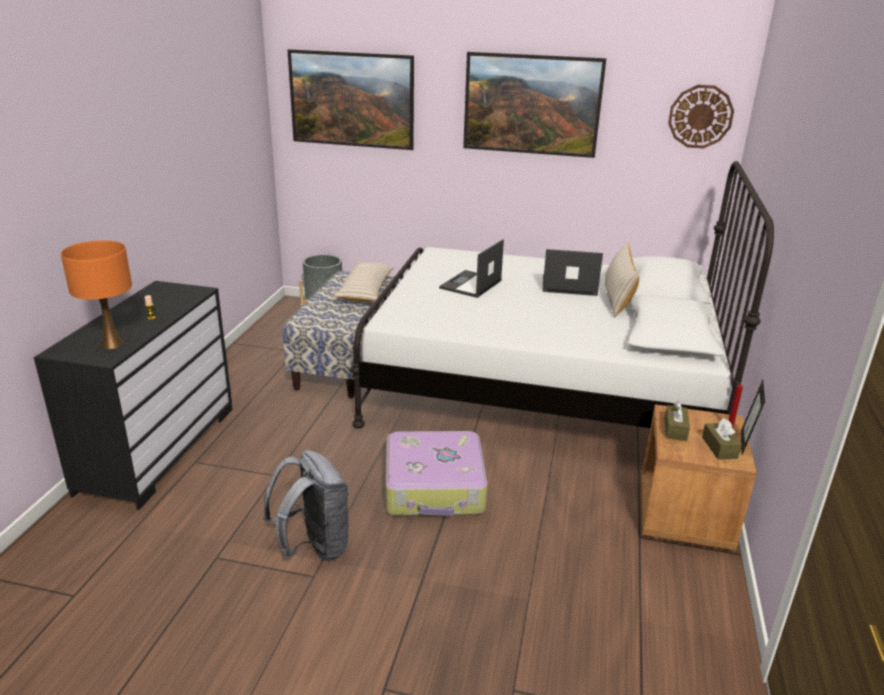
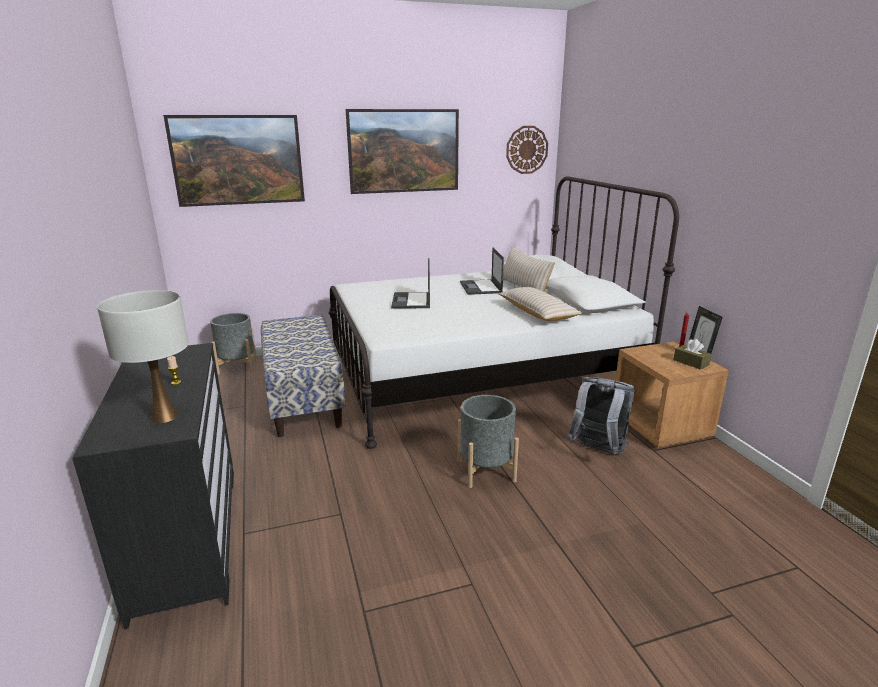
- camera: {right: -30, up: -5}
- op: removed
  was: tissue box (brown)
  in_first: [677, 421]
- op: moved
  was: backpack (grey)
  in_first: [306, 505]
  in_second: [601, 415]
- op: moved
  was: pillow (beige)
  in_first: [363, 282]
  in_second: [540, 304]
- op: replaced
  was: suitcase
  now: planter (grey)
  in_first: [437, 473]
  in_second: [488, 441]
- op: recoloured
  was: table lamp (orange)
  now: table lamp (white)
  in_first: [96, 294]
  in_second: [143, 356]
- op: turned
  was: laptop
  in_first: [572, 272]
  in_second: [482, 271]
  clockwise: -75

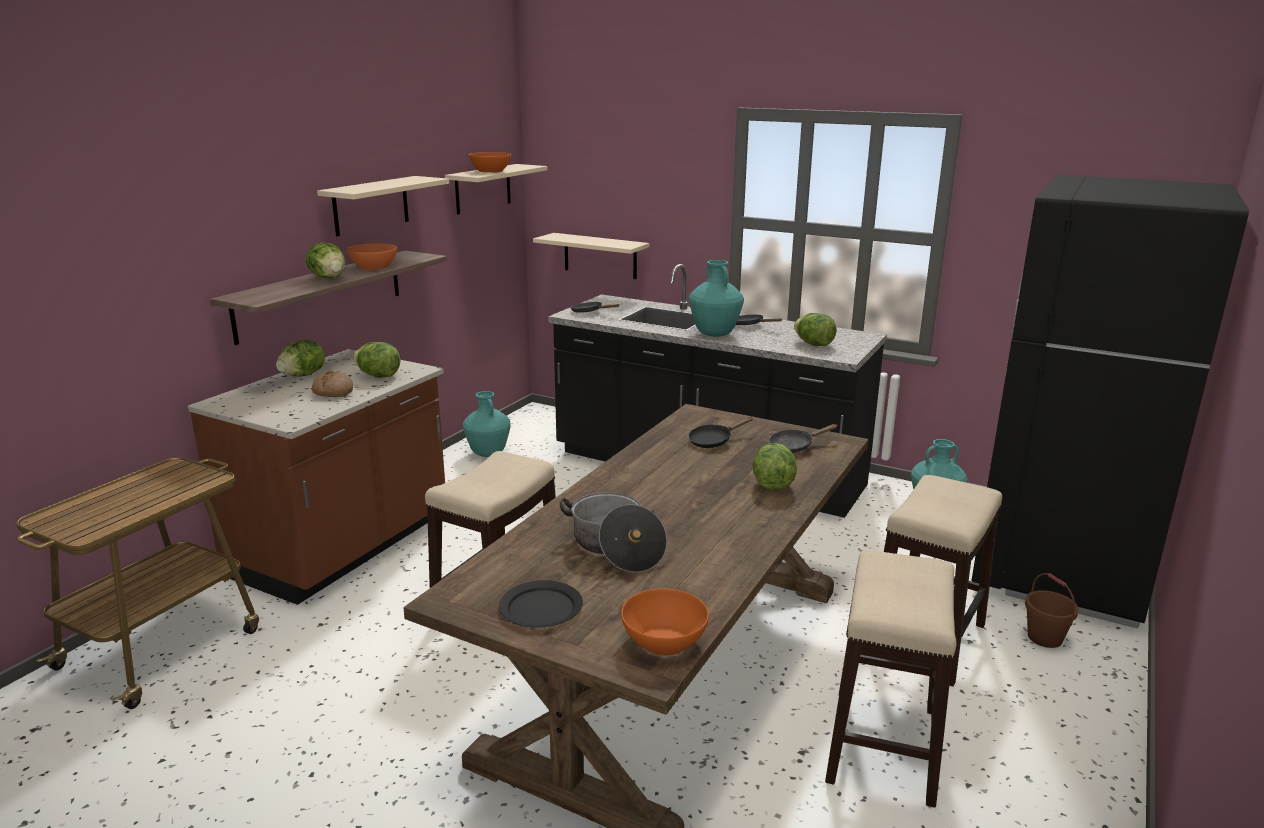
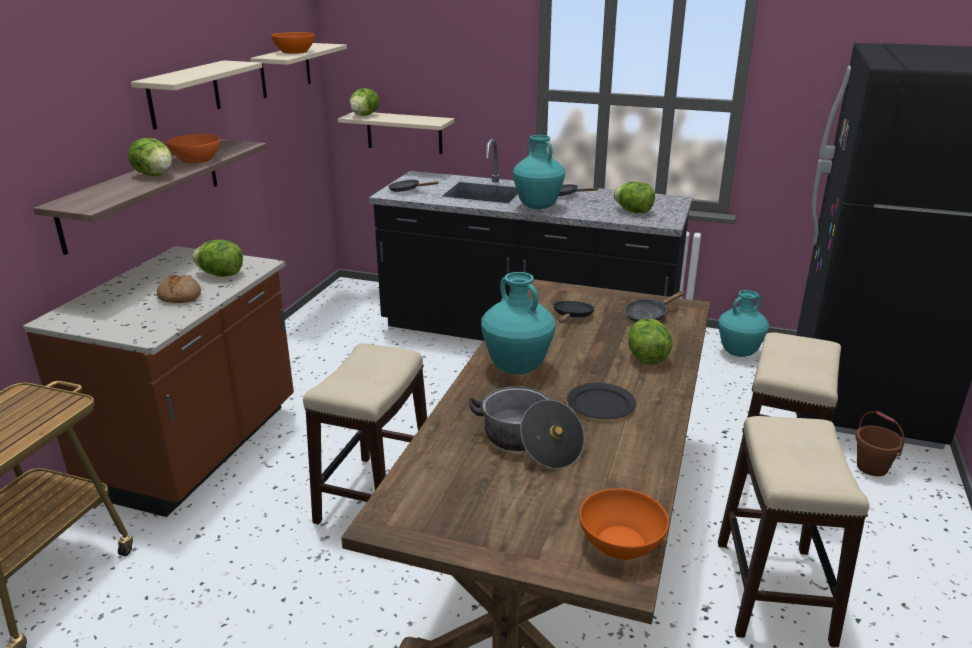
- camera: {right: -10, up: 5}
- op: moved
  was: lettuce
  in_first: [300, 358]
  in_second: [364, 102]
- op: moved
  was: vase (turquoise)
  in_first: [487, 424]
  in_second: [518, 323]
- op: moved
  was: plate (black)
  in_first: [541, 604]
  in_second: [601, 401]
- op: turned
  was: frying pan (black)
  in_first: [720, 432]
  in_second: [573, 312]
  clockwise: 150

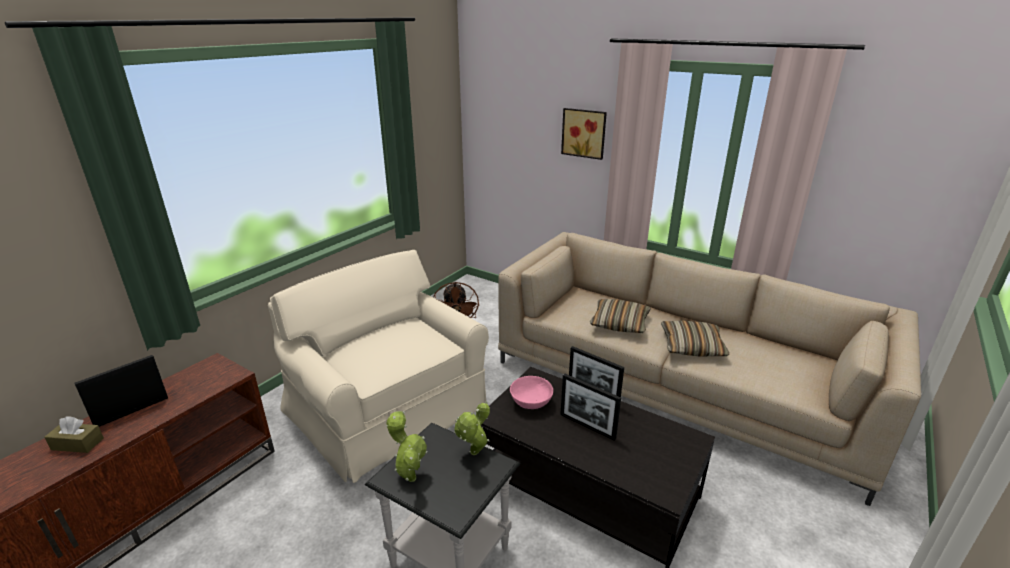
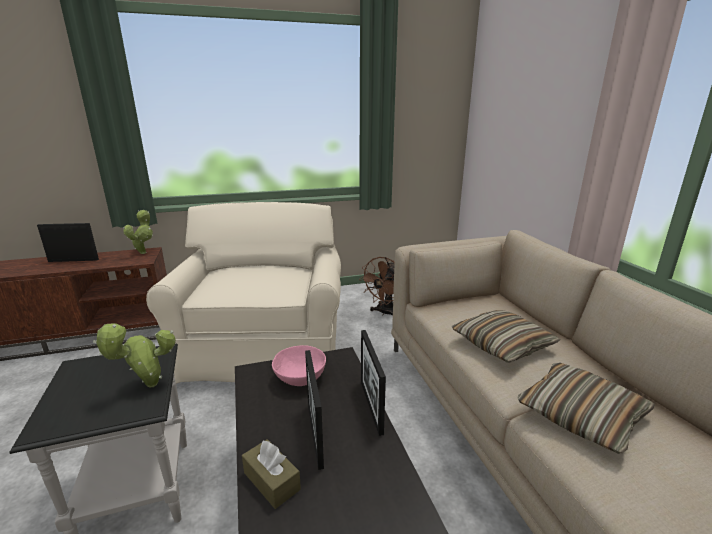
- camera: {right: 40, up: -5}
- op: removed
  was: picture
  in_first: [584, 134]
- op: moved
  was: tissue box (brown)
  in_first: [74, 434]
  in_second: [271, 474]
- op: moved
  was: potted plant
  in_first: [406, 446]
  in_second: [138, 232]

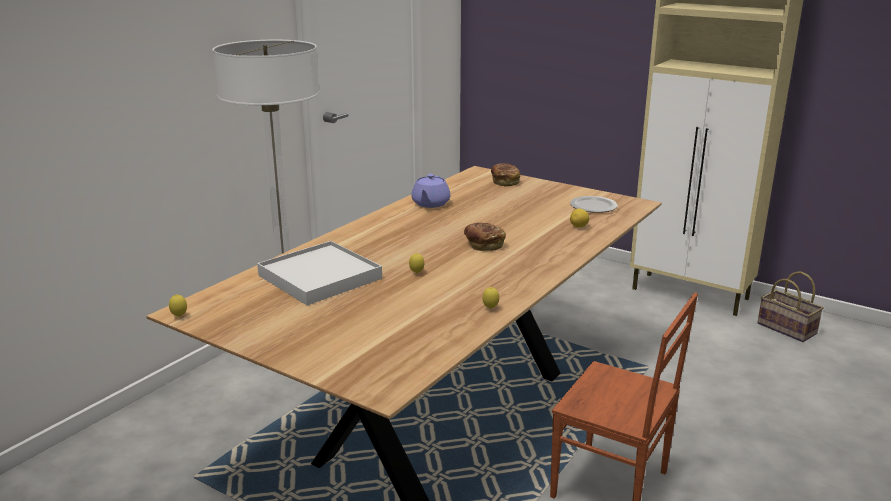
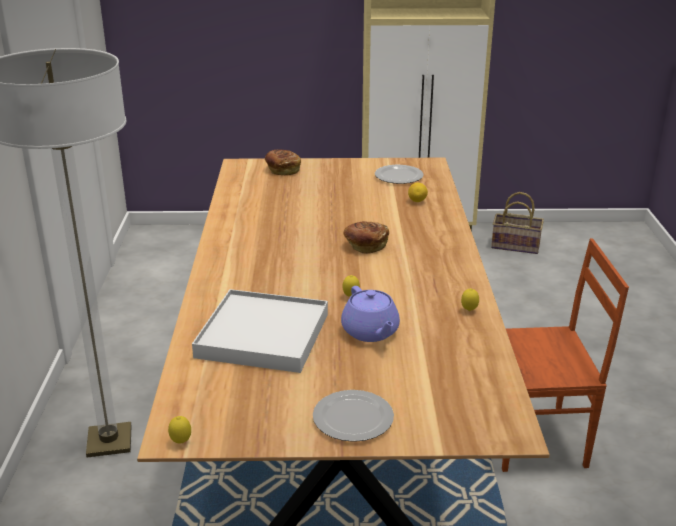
- camera: {right: -35, up: 5}
- op: added
  now: plate
  in_second: [353, 416]
- op: moved
  was: teapot (purple)
  in_first: [430, 191]
  in_second: [370, 314]

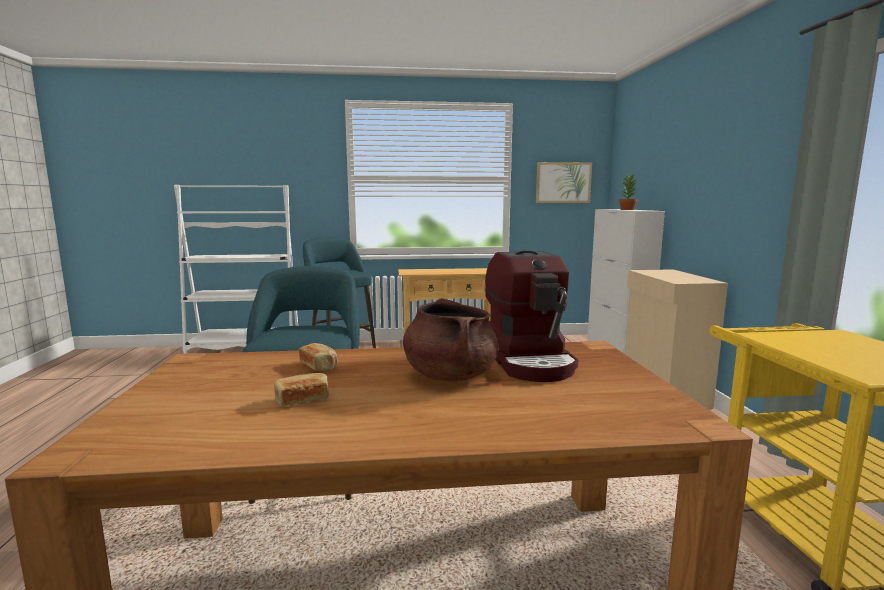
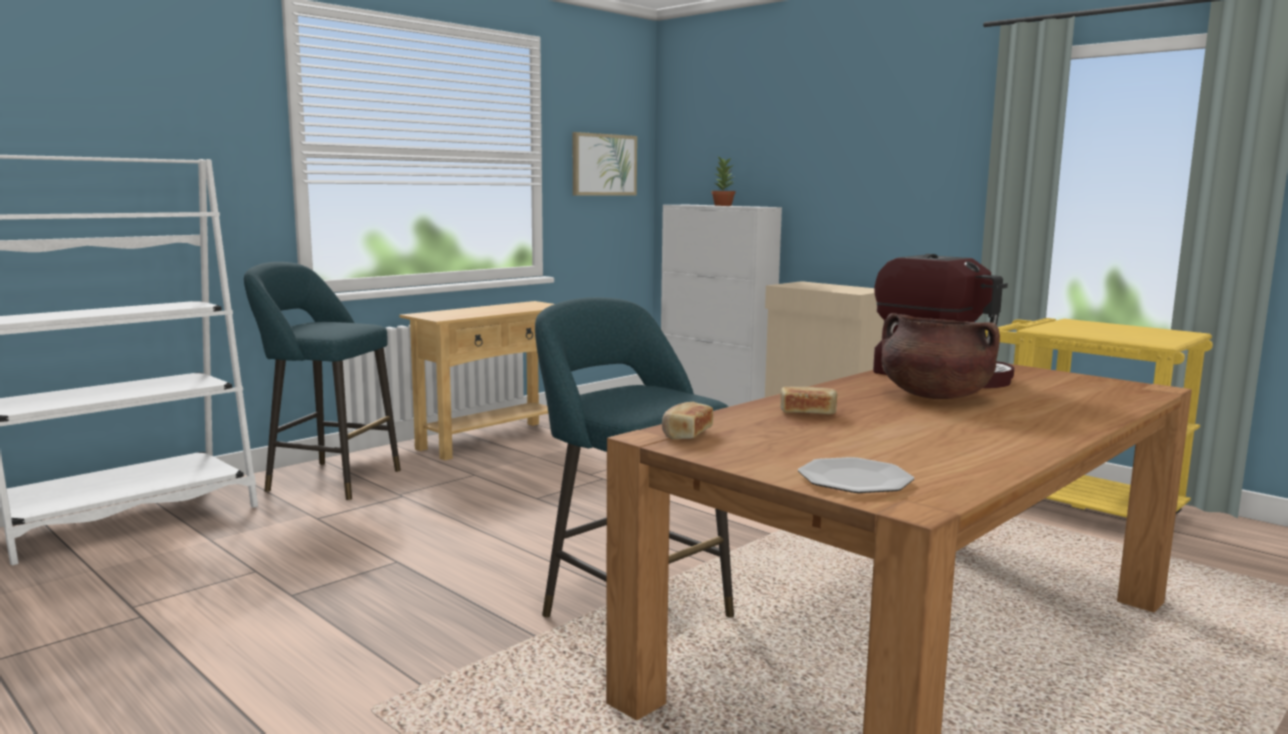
- camera: {right: -40, up: 0}
- op: added
  now: plate
  in_second: [856, 475]
- op: moved
  was: bread
  in_first: [301, 389]
  in_second: [687, 420]

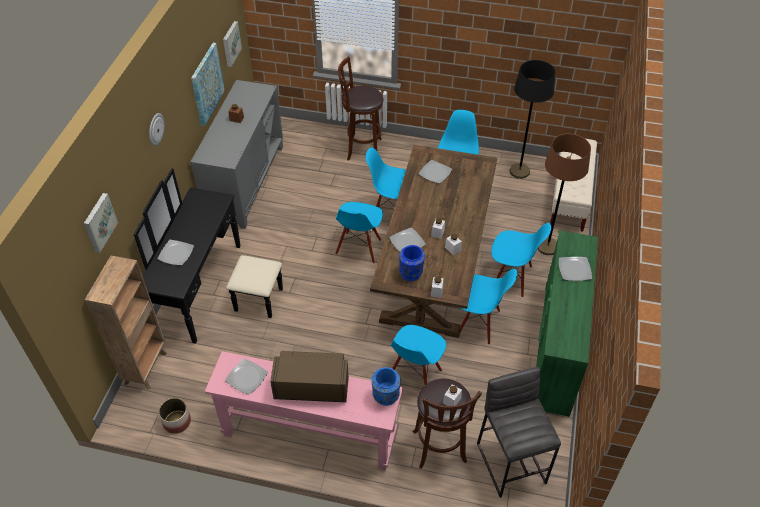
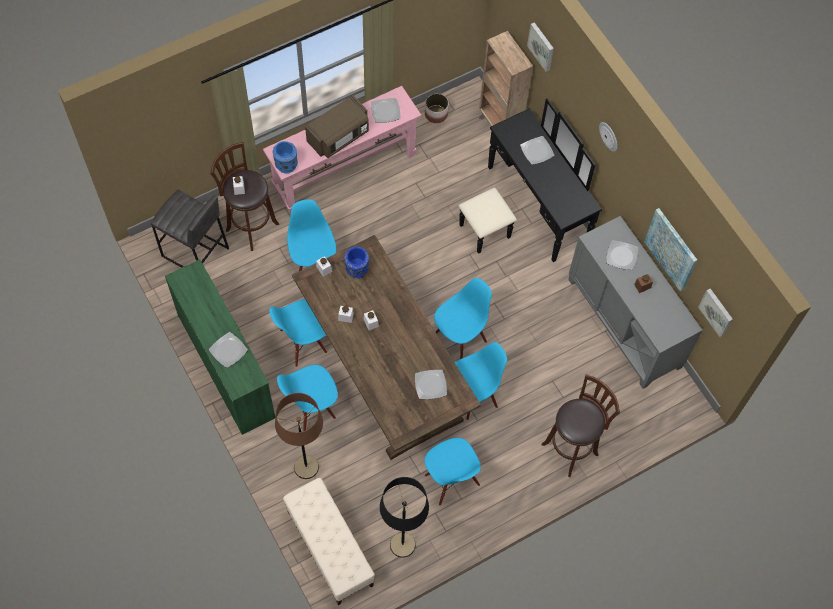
- camera: {right: 135, up: 15}
- op: moved
  was: plate
  in_first: [407, 239]
  in_second: [622, 255]
- op: turned
  was: chair (blue)
  in_first: [359, 232]
  in_second: [463, 318]
  clockwise: 75

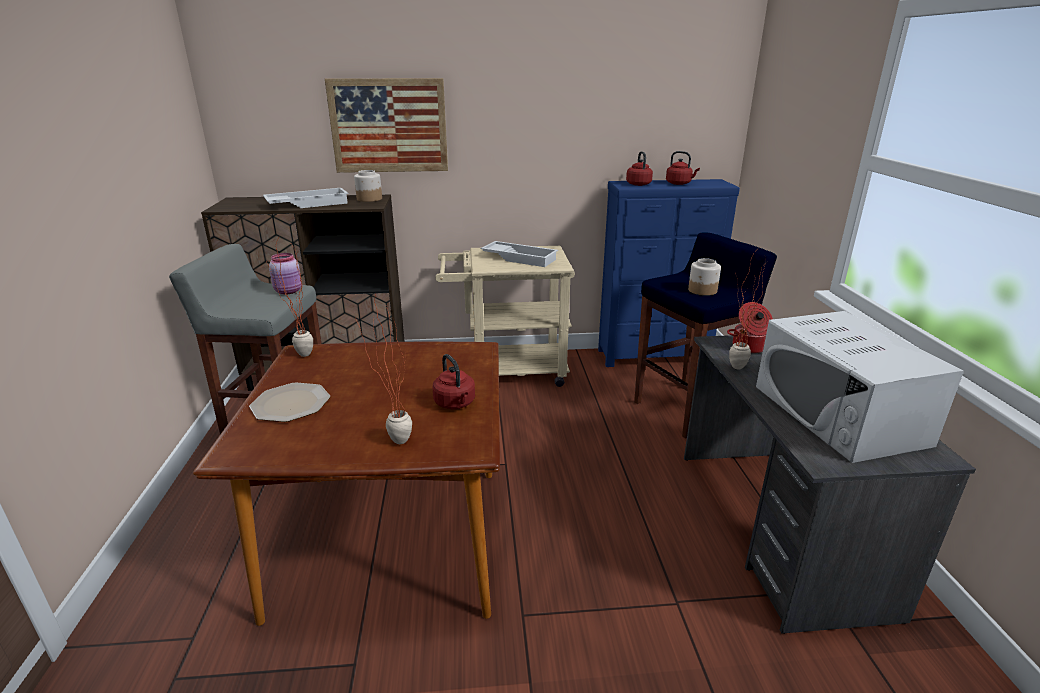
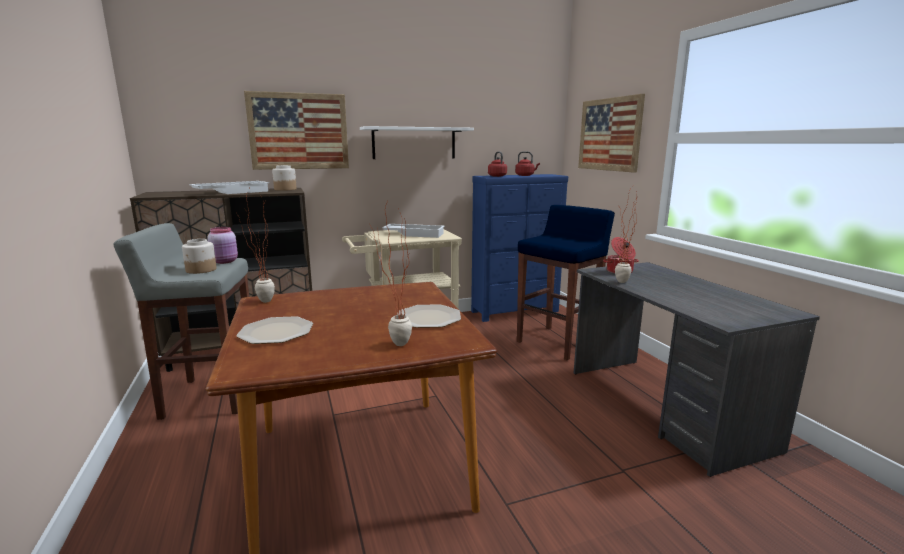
- camera: {right: -15, up: -10}
- op: removed
  was: microwave (white)
  in_first: [860, 387]
- op: added
  now: shelf (white)
  in_second: [417, 142]
- op: added
  now: picture
  in_second: [611, 133]
- op: moved
  was: jar
  in_first: [704, 277]
  in_second: [199, 256]
- op: replaced
  was: kettle (red)
  now: plate
  in_first: [454, 381]
  in_second: [429, 316]

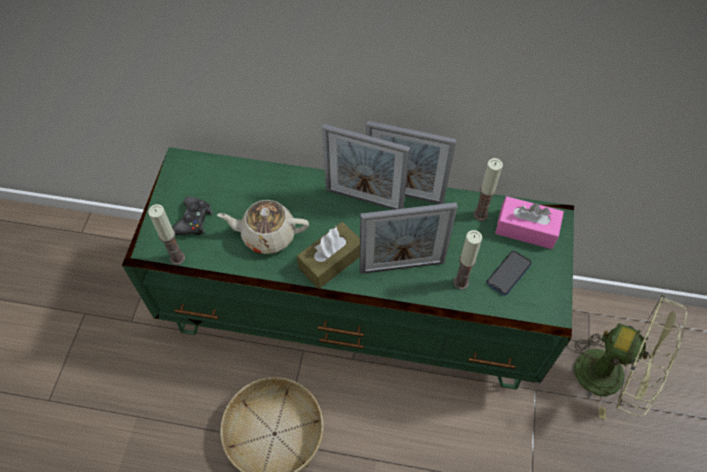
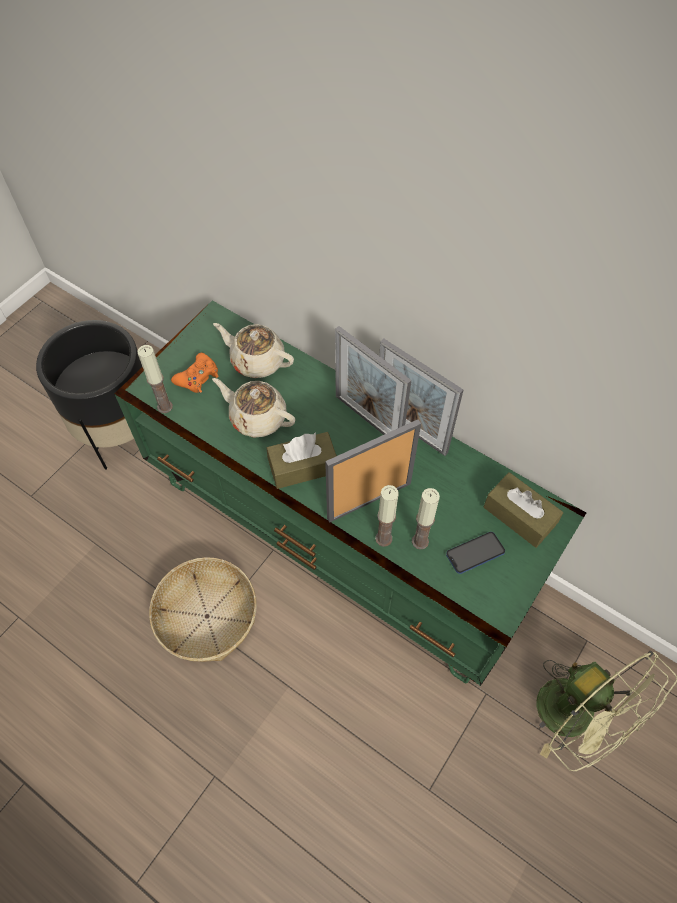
- camera: {right: 25, up: 0}
- op: added
  now: planter (black)
  in_second: [89, 395]
- op: added
  now: teapot (beige)
  in_second: [253, 350]
- op: moved
  was: candle
  in_first: [488, 189]
  in_second: [386, 516]
- op: recoloured
  was: game controller (black)
  now: game controller (orange)
  in_first: [192, 216]
  in_second: [195, 373]
- op: recoloured
  was: tissue box (pink)
  now: tissue box (brown)
  in_first: [529, 222]
  in_second: [523, 510]
- op: turned
  was: picture frame
  in_first: [409, 238]
  in_second: [373, 471]
  clockwise: 135

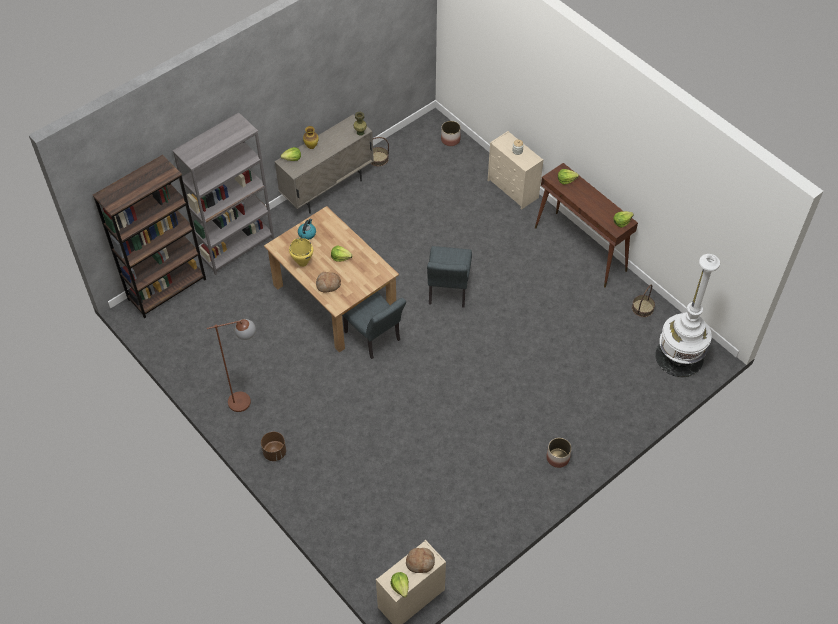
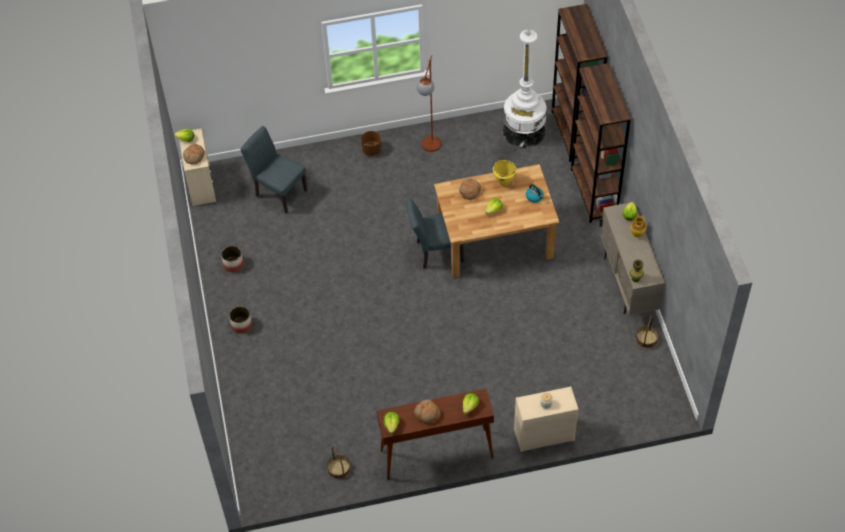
- camera: {right: 120, up: 0}
- op: added
  now: bread
  in_second: [427, 411]
- op: moved
  was: chair (grey)
  in_first: [449, 277]
  in_second: [274, 170]
- op: moved
  was: planter
  in_first: [451, 133]
  in_second: [232, 259]
- op: moved
  was: floor lamp (white)
  in_first: [687, 315]
  in_second: [525, 88]
- op: recoloured
  was: bookcase (grey)
  now: bookcase (brown)
  in_first: [223, 194]
  in_second: [601, 143]

